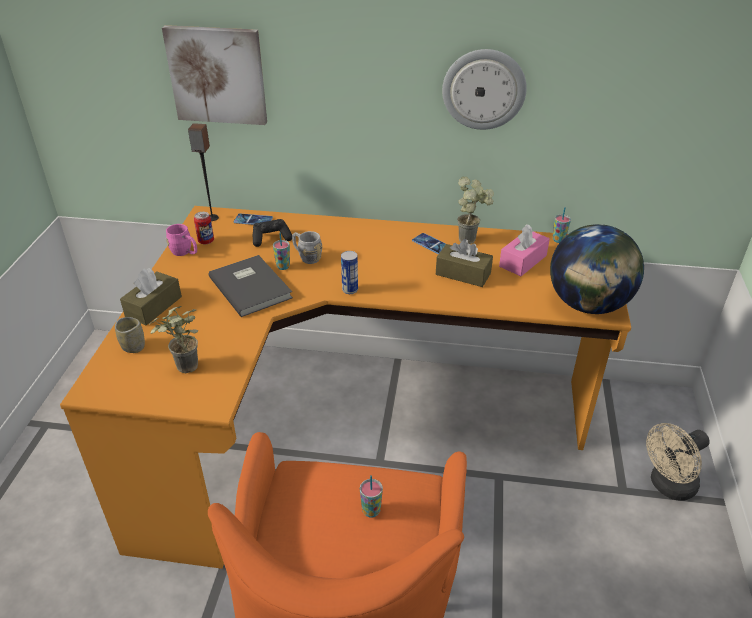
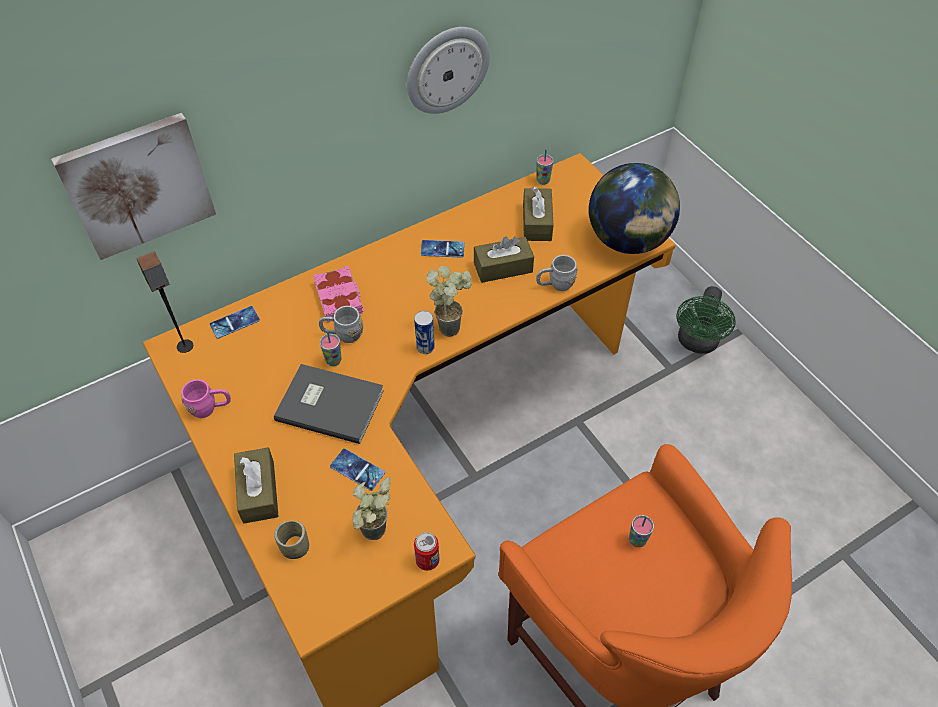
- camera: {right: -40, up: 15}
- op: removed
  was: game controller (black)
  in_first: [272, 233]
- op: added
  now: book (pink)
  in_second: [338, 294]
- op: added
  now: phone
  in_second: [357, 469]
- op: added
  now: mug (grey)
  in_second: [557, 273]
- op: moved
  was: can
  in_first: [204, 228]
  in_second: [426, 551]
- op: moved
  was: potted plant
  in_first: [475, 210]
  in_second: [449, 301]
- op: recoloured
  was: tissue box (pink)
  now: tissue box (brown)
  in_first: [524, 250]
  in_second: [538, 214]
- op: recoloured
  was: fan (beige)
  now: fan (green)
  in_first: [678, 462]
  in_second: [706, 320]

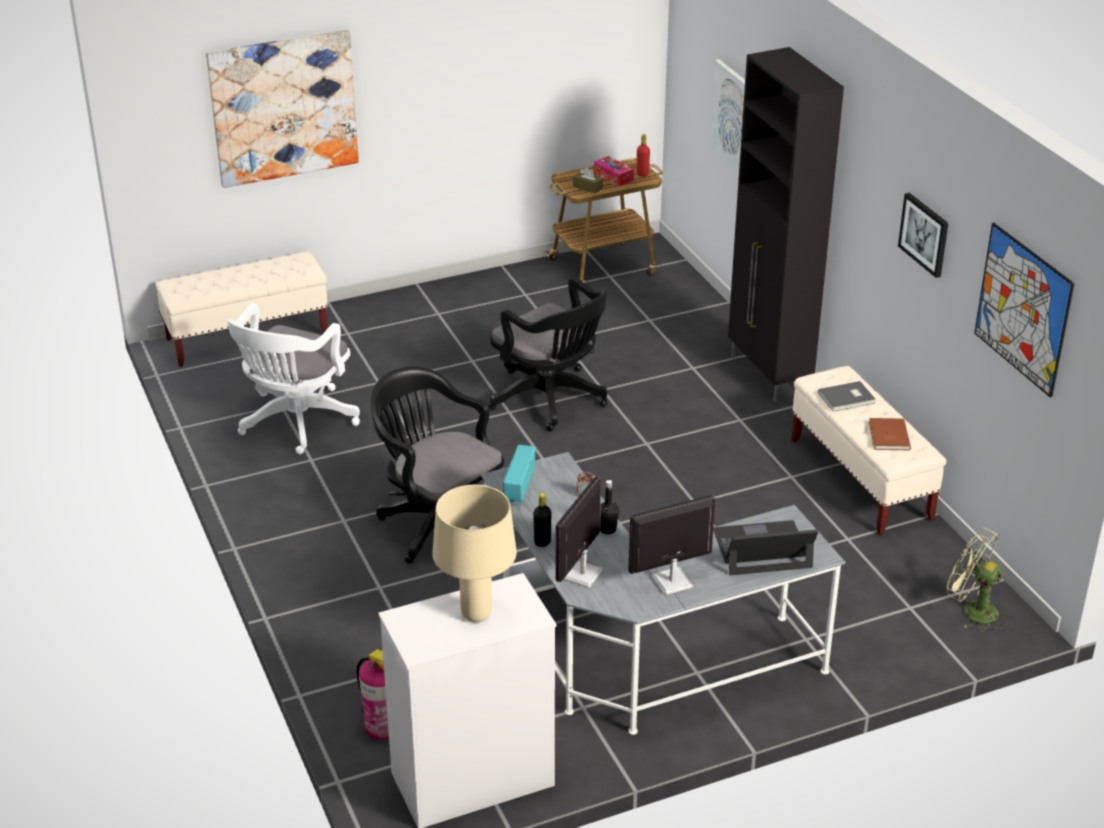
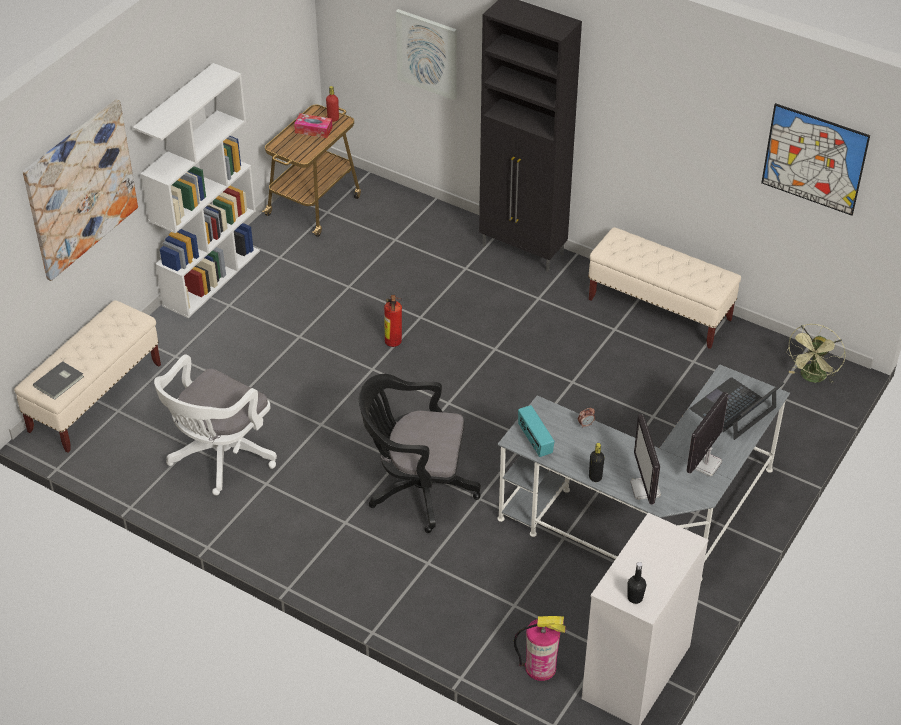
- camera: {right: -35, up: 10}
- op: removed
  was: table lamp (beige)
  in_first: [474, 553]
- op: removed
  was: tissue box (brown)
  in_first: [588, 180]
- op: removed
  was: book (brown)
  in_first: [890, 434]
- op: removed
  was: picture
  in_first: [923, 235]
- op: added
  now: bookcase (white)
  in_second: [196, 190]
- op: moved
  was: bottle (black)
  in_first: [609, 507]
  in_second: [636, 583]
- op: moved
  was: book (grey)
  in_first: [846, 396]
  in_second: [58, 380]
- op: replaced
  was: office chair (black)
  now: fire extinguisher
  in_first: [548, 354]
  in_second: [393, 321]
- op: turned
  was: office chair (white)
  in_first: [293, 378]
  in_second: [215, 425]
  clockwise: 45
- op: turned
  was: fan (green)
  in_first: [975, 580]
  in_second: [816, 354]
  clockwise: -60

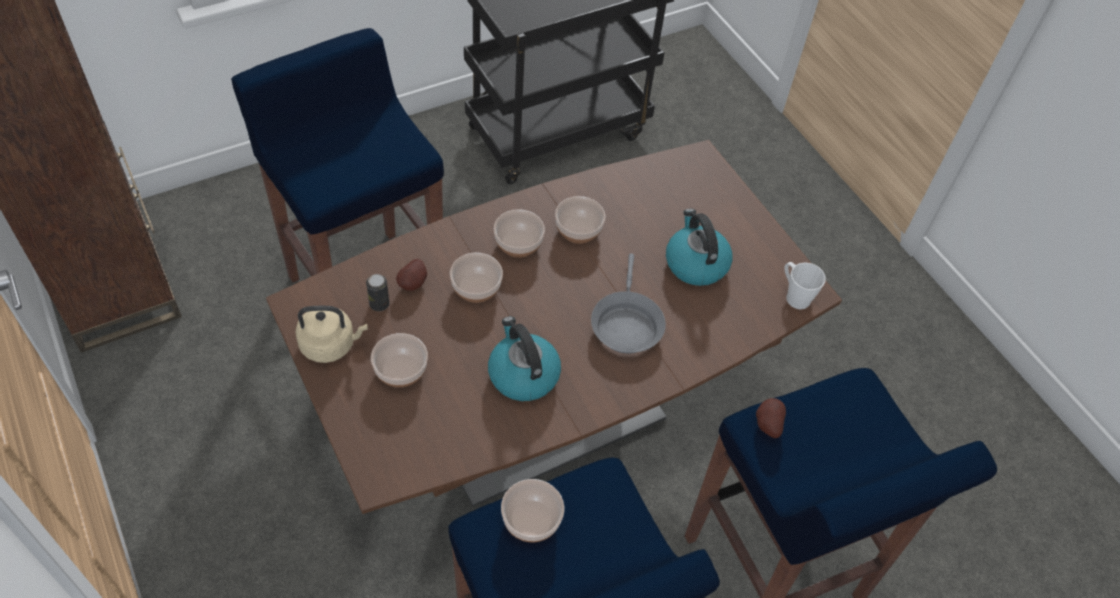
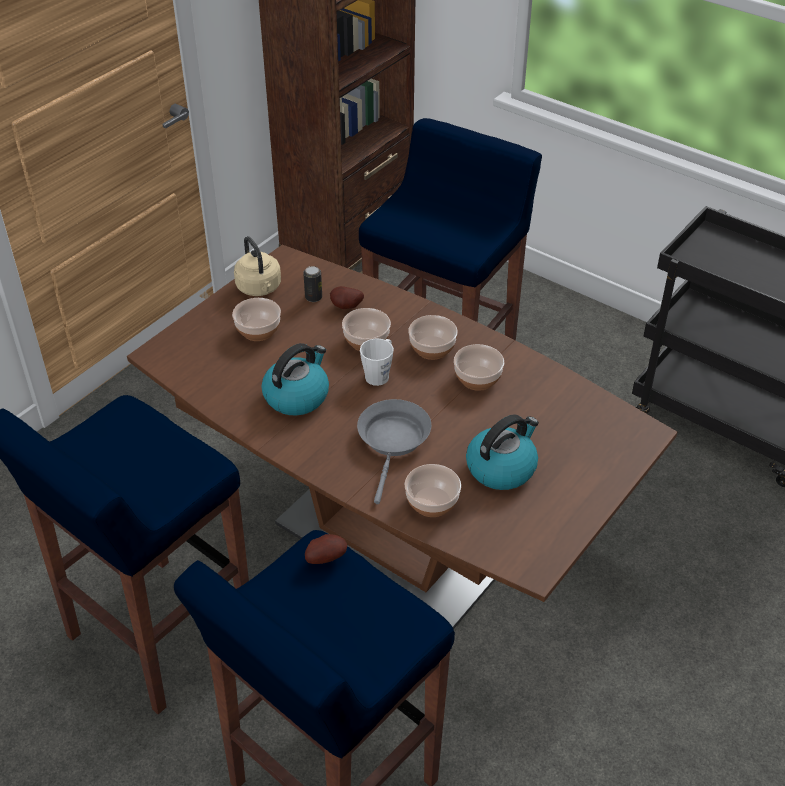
- camera: {right: 70, up: -10}
- op: moved
  was: bowl
  in_first: [532, 511]
  in_second: [433, 490]
- op: moved
  was: mug (white)
  in_first: [805, 286]
  in_second: [377, 362]
- op: turned
  was: frying pan (grey)
  in_first: [628, 303]
  in_second: [394, 451]
  clockwise: 120

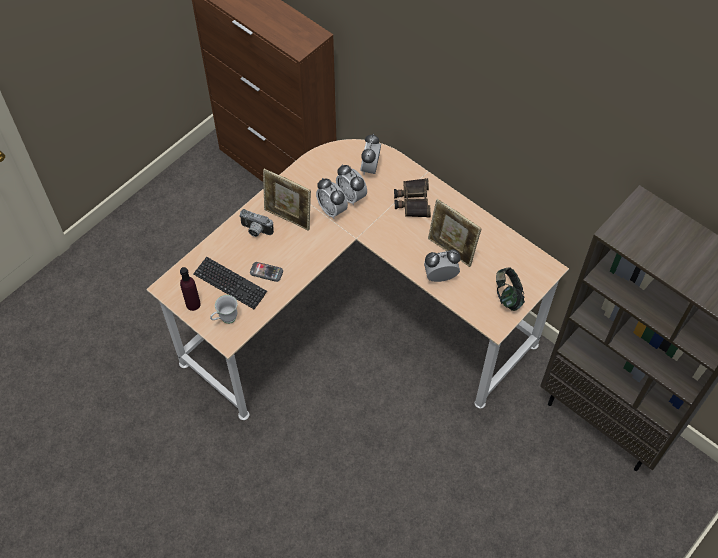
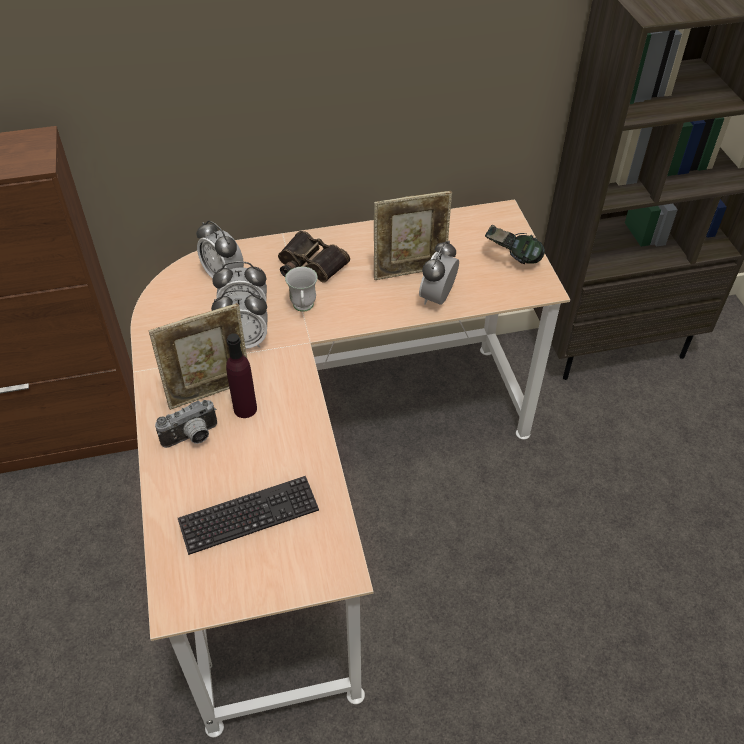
- camera: {right: -55, up: -10}
- op: removed
  was: phone
  in_first: [266, 272]
- op: moved
  was: bottle (purple)
  in_first: [190, 289]
  in_second: [241, 375]
- op: moved
  was: mug (white)
  in_first: [223, 309]
  in_second: [301, 289]

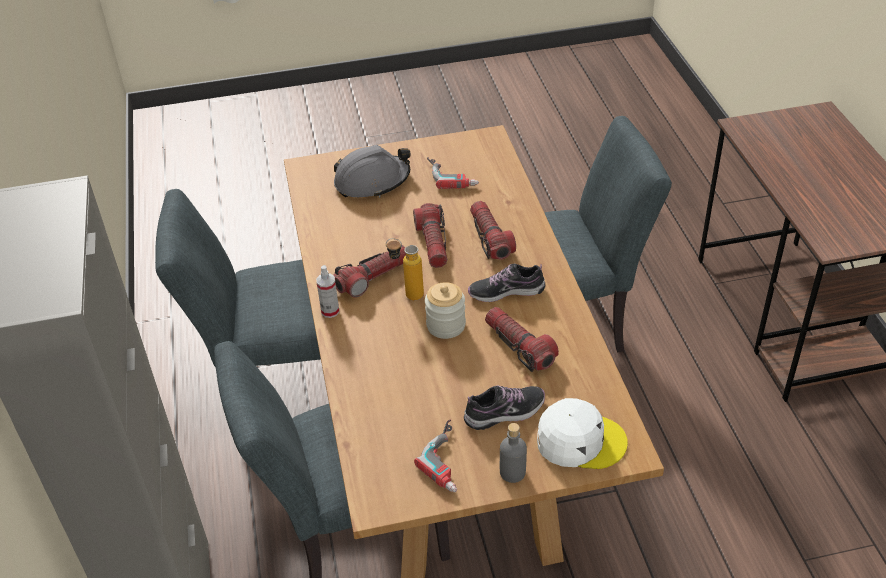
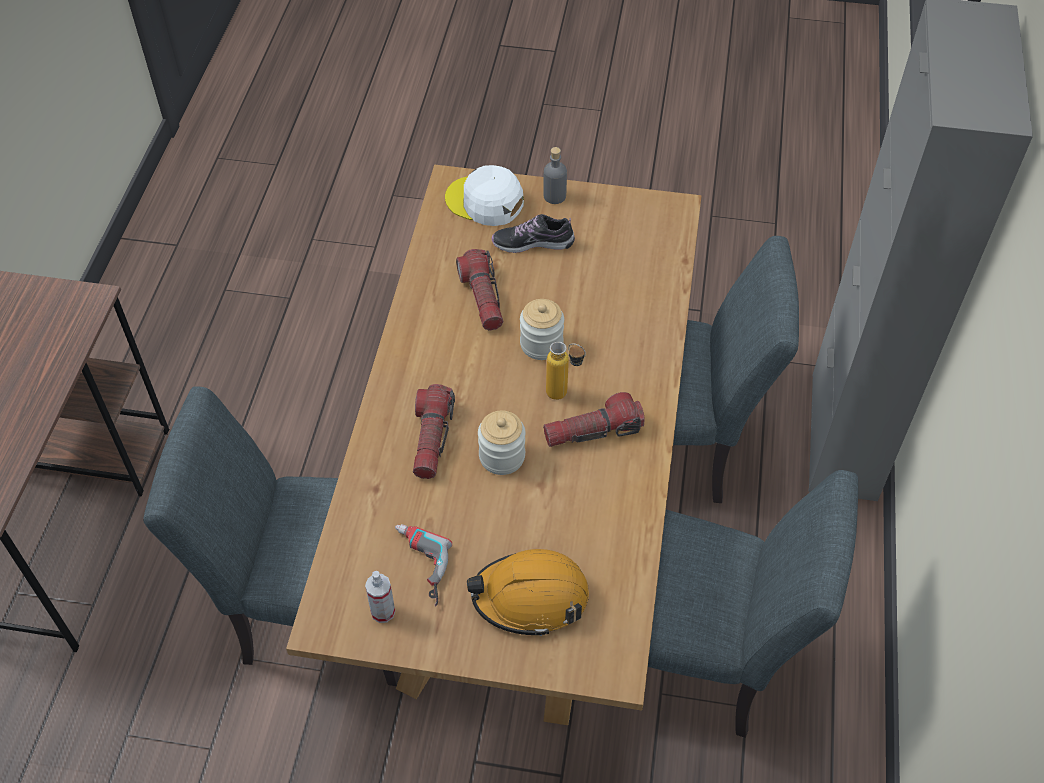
- camera: {right: -160, up: 10}
- op: removed
  was: power drill
  in_first: [435, 455]
- op: removed
  was: shoe
  in_first: [506, 283]
- op: moved
  was: spray bottle
  in_first: [327, 291]
  in_second: [380, 597]
- op: replaced
  was: flashlight
  now: jar
  in_first: [430, 235]
  in_second: [501, 442]
- op: recoloured
  was: hard hat (grey)
  now: hard hat (orange)
  in_first: [372, 171]
  in_second: [528, 592]

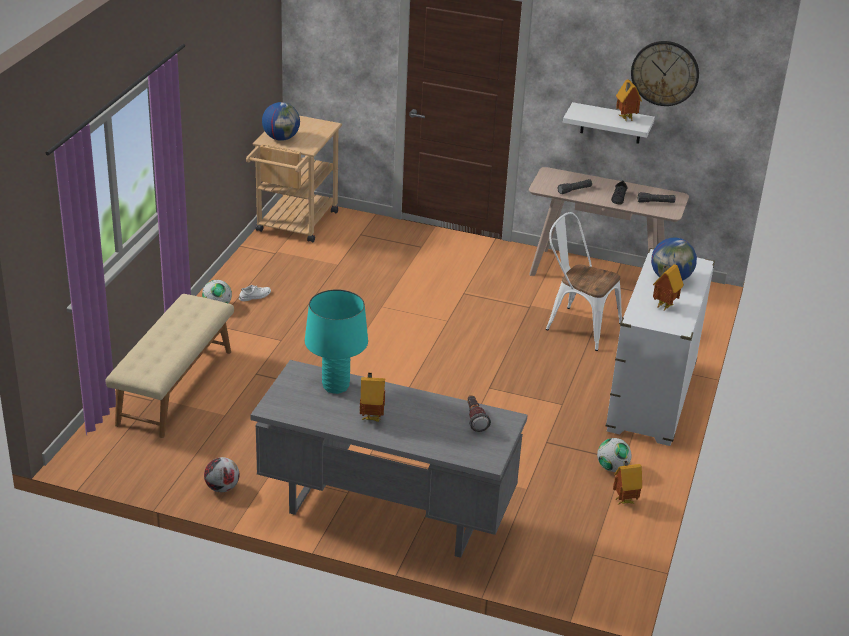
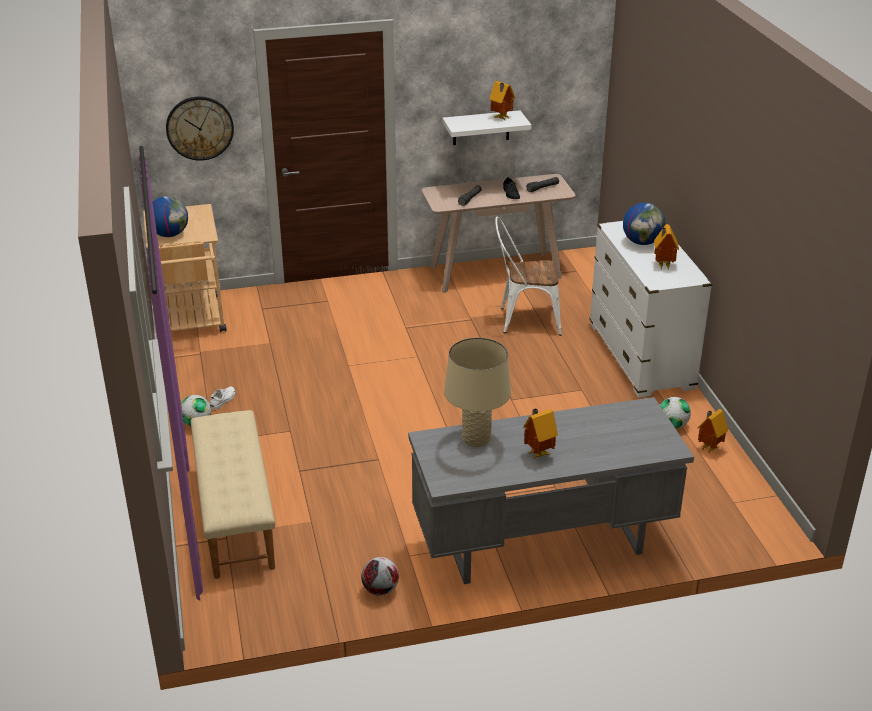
- camera: {right: -30, up: 0}
- op: removed
  was: flashlight
  in_first: [479, 413]
- op: moved
  was: wall clock
  in_first: [665, 73]
  in_second: [200, 128]
- op: recoloured
  was: table lamp (turquoise)
  now: table lamp (beige)
  in_first: [336, 341]
  in_second: [477, 392]

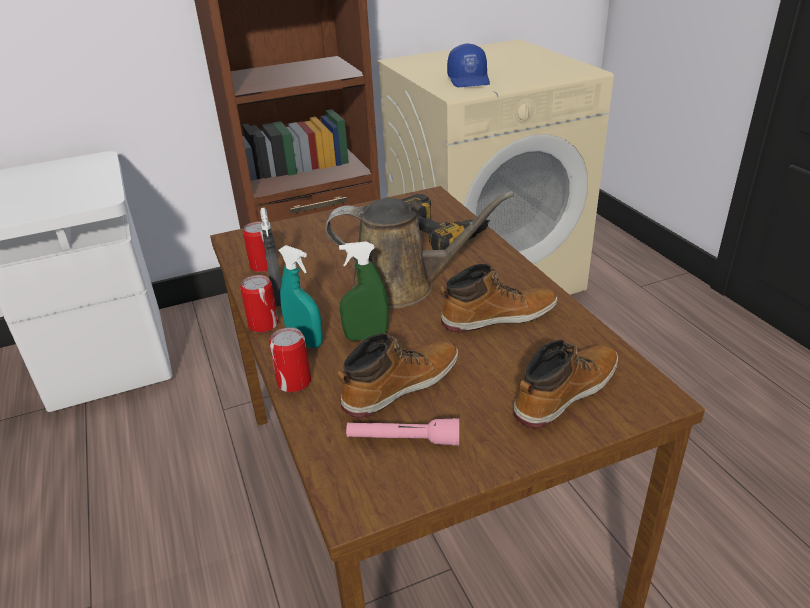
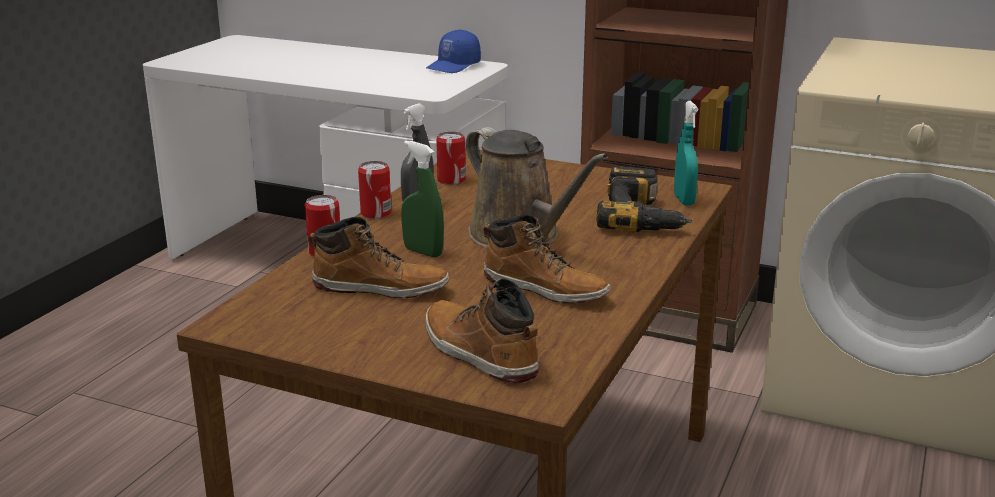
- camera: {right: 45, up: -10}
- op: removed
  was: flashlight (pink)
  in_first: [402, 432]
- op: moved
  was: spray bottle (turquoise)
  in_first: [300, 296]
  in_second: [686, 153]
- op: moved
  was: cap (blue)
  in_first: [468, 65]
  in_second: [453, 51]
- op: turned
  was: boot
  in_first: [565, 384]
  in_second: [482, 330]
  clockwise: -135

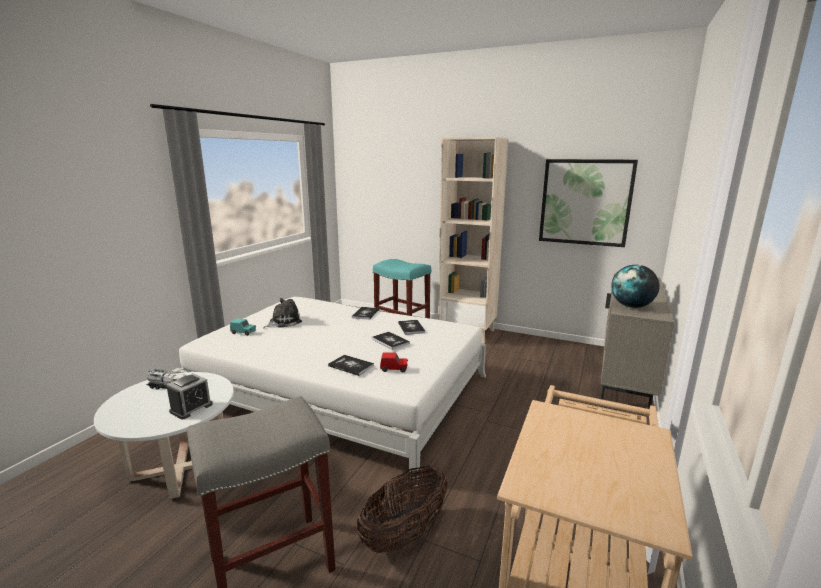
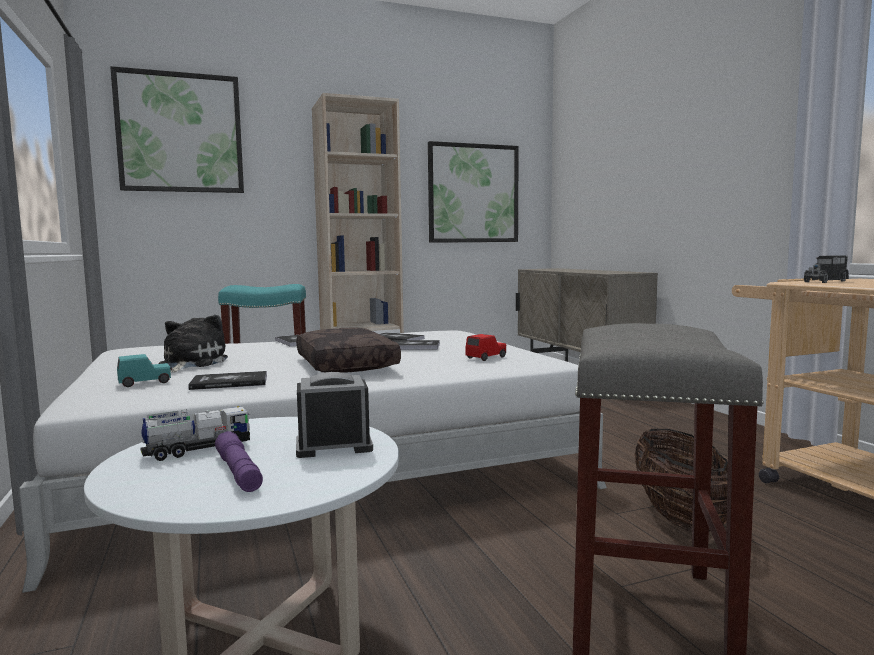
- camera: {right: -45, up: -10}
- op: removed
  was: globe
  in_first: [635, 286]
- op: added
  now: picture
  in_second: [177, 129]
- op: added
  now: flashlight (purple)
  in_second: [239, 461]
- op: added
  now: pillow (brown)
  in_second: [348, 350]
- op: added
  now: toy truck
  in_second: [826, 269]
- op: moved
  was: book
  in_first: [351, 365]
  in_second: [227, 380]
- op: turned
  was: alarm clock
  in_first: [190, 396]
  in_second: [334, 415]
  clockwise: -90

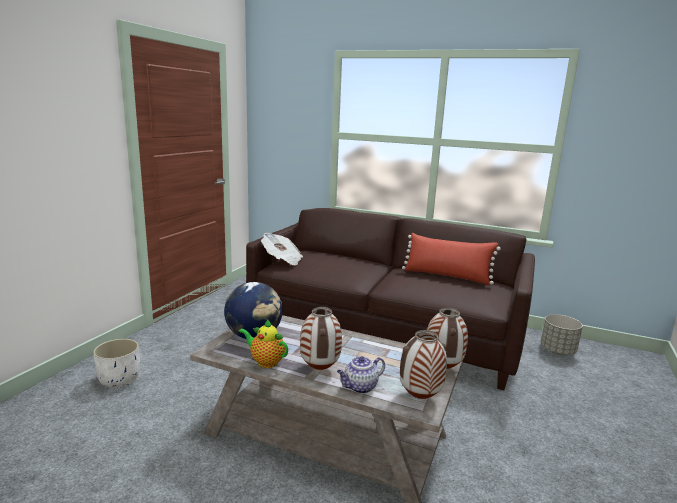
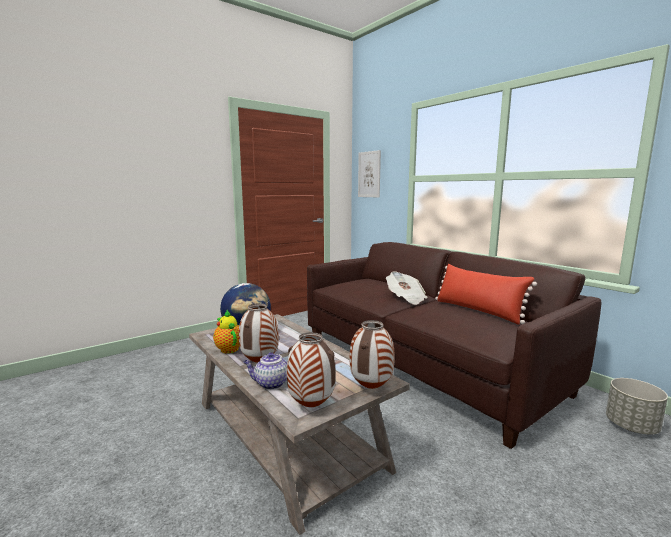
- camera: {right: 30, up: -5}
- op: removed
  was: planter (white)
  in_first: [116, 363]
- op: added
  now: picture
  in_second: [369, 174]
- op: moved
  was: newspaper
  in_first: [282, 249]
  in_second: [407, 288]

